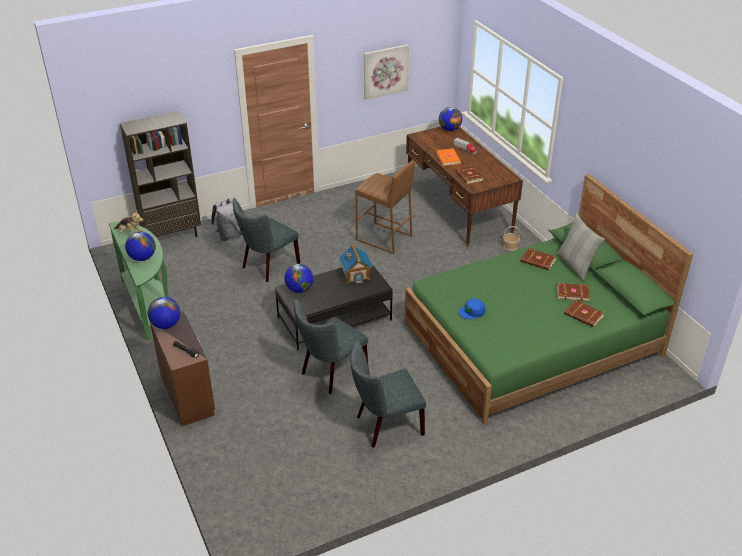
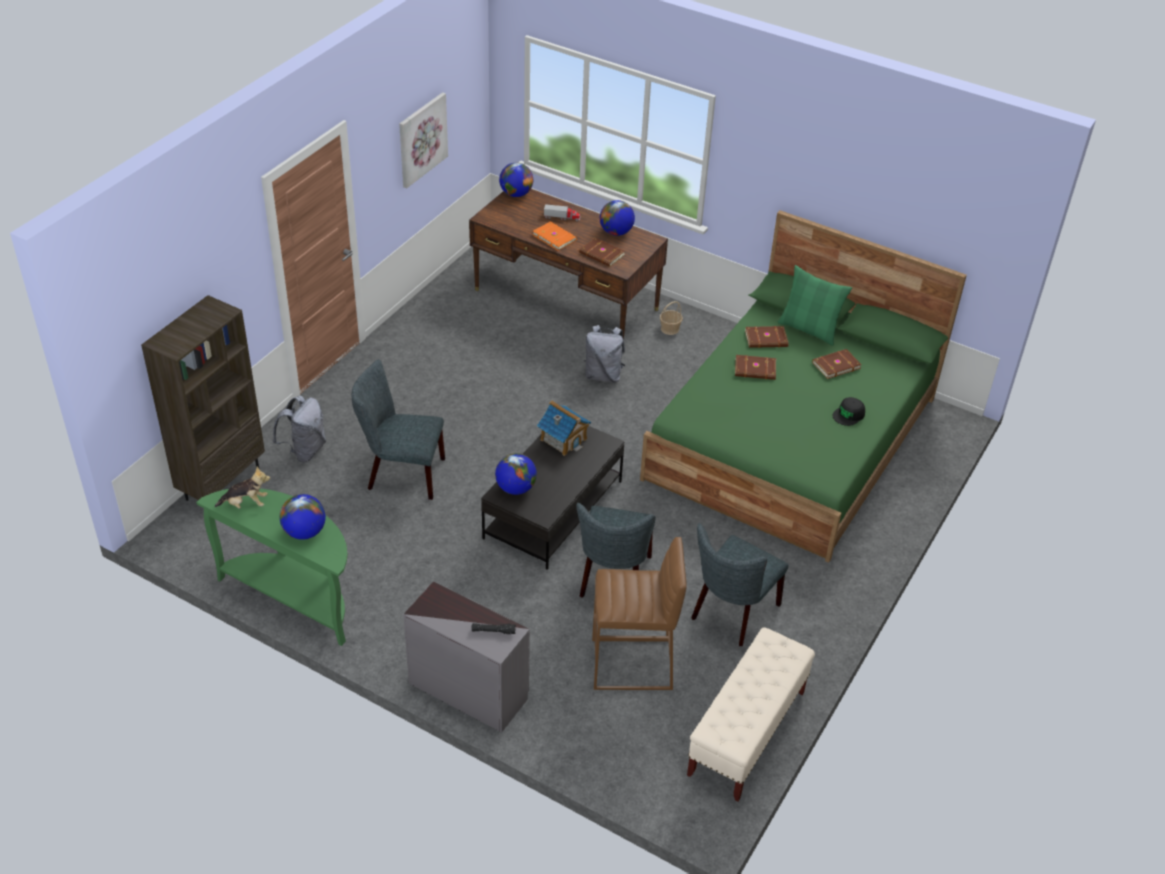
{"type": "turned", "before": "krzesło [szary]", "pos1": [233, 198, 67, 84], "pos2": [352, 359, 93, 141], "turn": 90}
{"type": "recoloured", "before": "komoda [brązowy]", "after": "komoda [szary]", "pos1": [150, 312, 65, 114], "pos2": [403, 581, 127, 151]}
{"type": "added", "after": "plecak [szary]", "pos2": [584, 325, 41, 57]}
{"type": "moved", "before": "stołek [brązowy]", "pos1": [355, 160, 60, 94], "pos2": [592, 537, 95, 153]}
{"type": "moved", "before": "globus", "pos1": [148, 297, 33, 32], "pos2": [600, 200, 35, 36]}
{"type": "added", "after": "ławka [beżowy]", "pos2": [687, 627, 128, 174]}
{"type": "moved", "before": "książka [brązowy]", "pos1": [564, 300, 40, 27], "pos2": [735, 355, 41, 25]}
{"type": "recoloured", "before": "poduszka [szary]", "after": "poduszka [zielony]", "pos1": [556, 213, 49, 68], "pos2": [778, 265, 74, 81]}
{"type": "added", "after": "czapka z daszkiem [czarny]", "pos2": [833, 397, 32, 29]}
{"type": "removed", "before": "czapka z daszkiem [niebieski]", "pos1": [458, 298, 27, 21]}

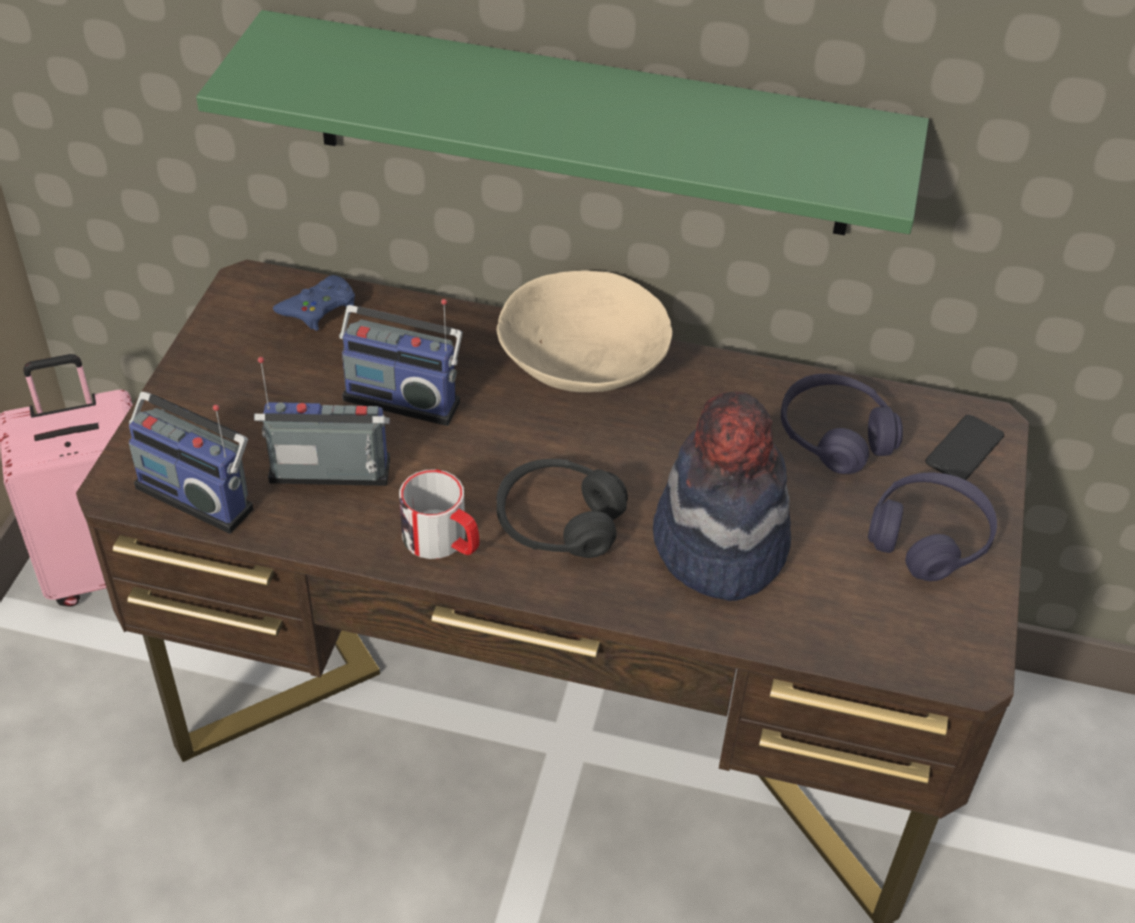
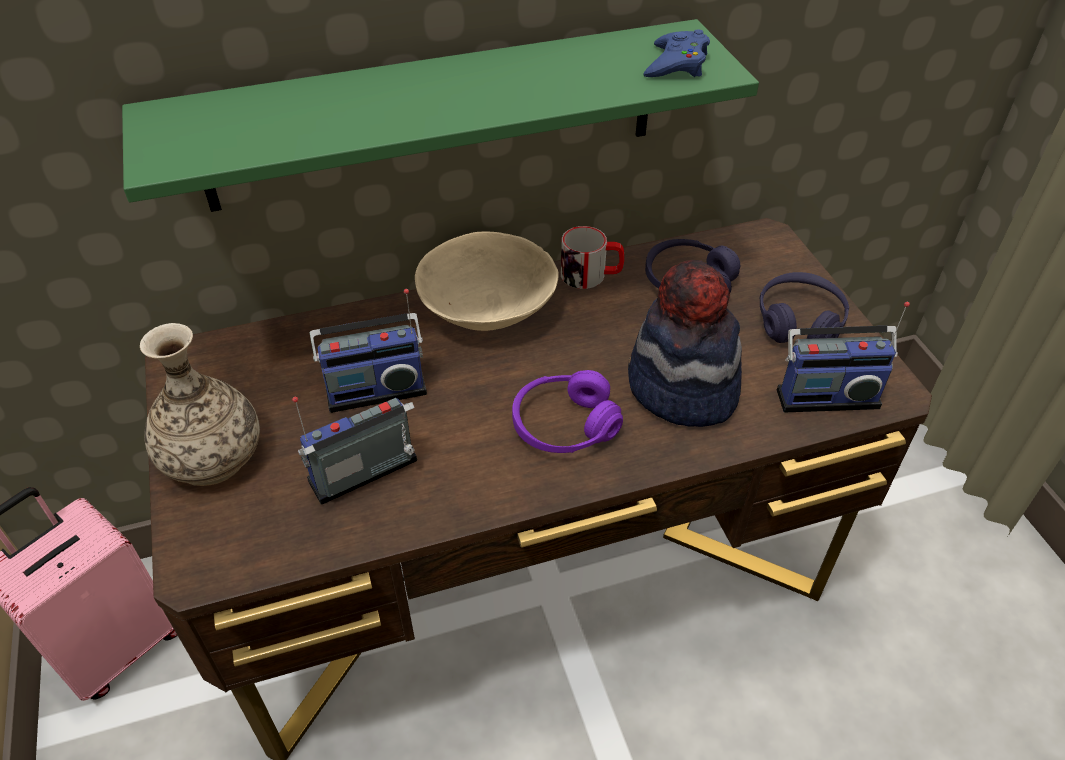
{"type": "added", "after": "wazon", "pos2": [140, 323, 120, 163]}
{"type": "recoloured", "before": "słuchawki [czarny]", "after": "słuchawki [fioletowy]", "pos1": [496, 459, 132, 99], "pos2": [512, 370, 111, 83]}
{"type": "moved", "before": "kubek", "pos1": [399, 469, 80, 90], "pos2": [561, 226, 63, 63]}
{"type": "moved", "before": "pad do gier [niebieski]", "pos1": [273, 275, 82, 56], "pos2": [643, 29, 67, 48]}
{"type": "moved", "before": "radio", "pos1": [128, 392, 126, 142], "pos2": [777, 302, 133, 111]}
{"type": "removed", "before": "telefon", "pos1": [925, 415, 79, 65]}

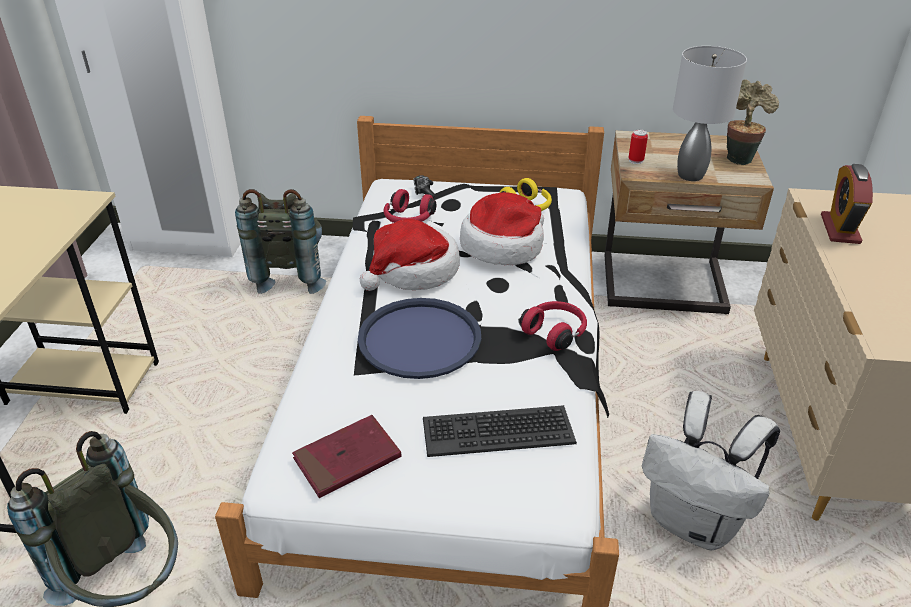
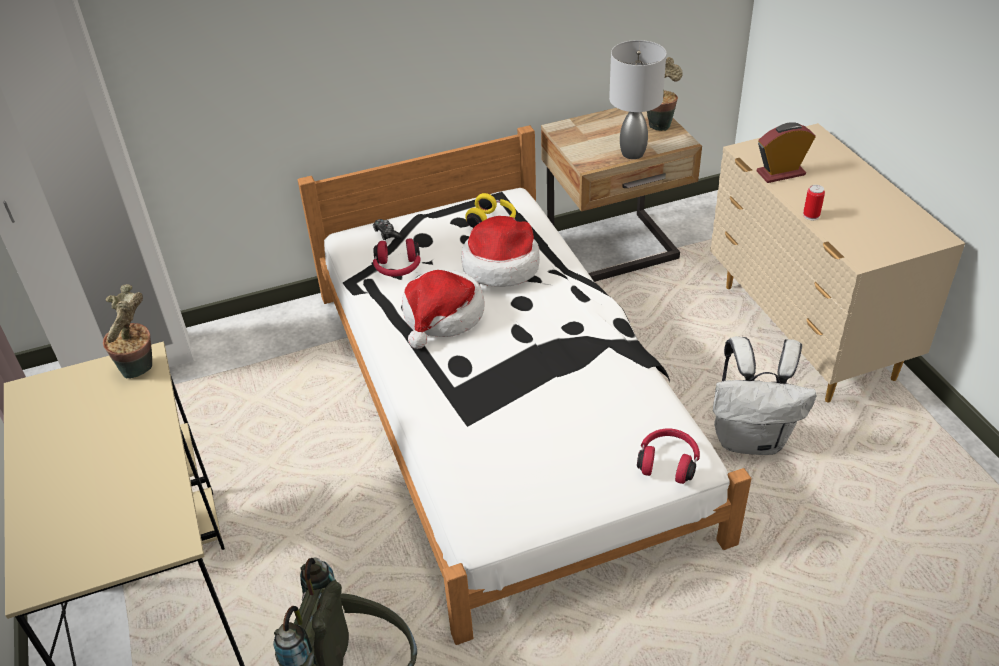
{"type": "added", "after": "roślina doniczkowa", "pos2": [103, 284, 49, 95]}
{"type": "moved", "before": "słuchawki [czerwony]", "pos1": [520, 301, 67, 50], "pos2": [637, 428, 63, 56]}
{"type": "turned", "before": "budzik", "pos1": [821, 164, 52, 80], "pos2": [757, 122, 59, 61], "turn": 90}
{"type": "moved", "before": "puszka", "pos1": [628, 129, 20, 35], "pos2": [803, 185, 22, 35]}
{"type": "removed", "before": "plecak [szary]", "pos1": [235, 189, 91, 105]}
{"type": "removed", "before": "książka [czerwony]", "pos1": [292, 415, 110, 83]}
{"type": "removed", "before": "taca [niebieski]", "pos1": [358, 298, 123, 81]}
{"type": "removed", "before": "klawiatura", "pos1": [423, 405, 154, 52]}

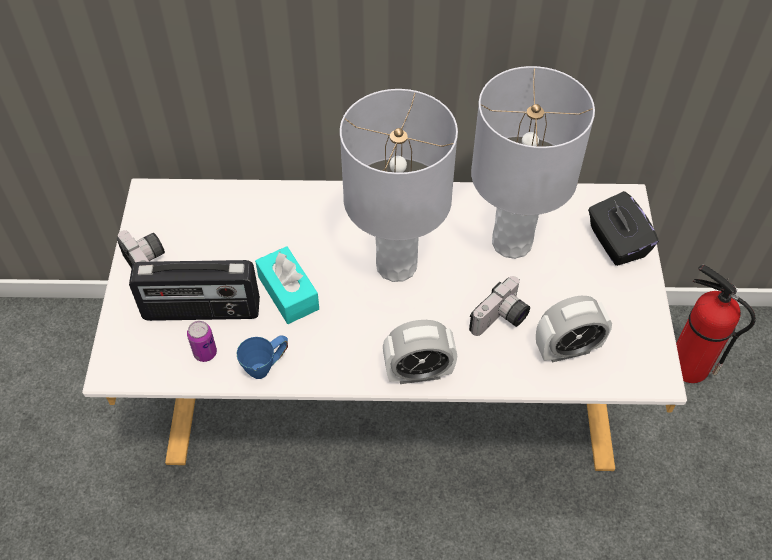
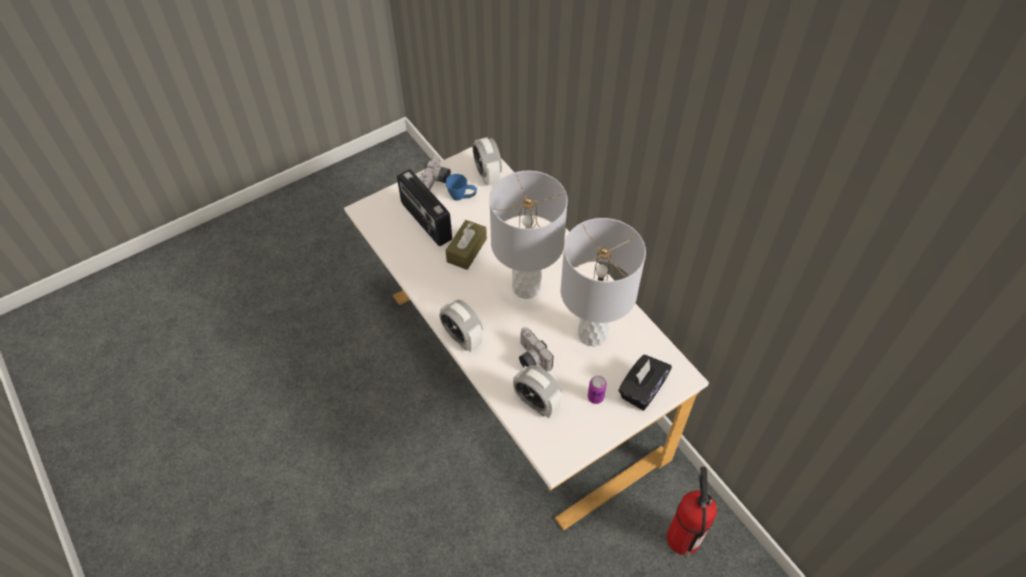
{"type": "moved", "before": "kubek [niebieski]", "pos1": [237, 335, 51, 44], "pos2": [445, 174, 32, 27]}
{"type": "recoloured", "before": "pudełko chusteczek [turkusowy]", "after": "pudełko chusteczek [brązowy]", "pos1": [255, 246, 64, 78], "pos2": [446, 220, 41, 50]}
{"type": "added", "after": "budzik", "pos2": [472, 137, 30, 49]}
{"type": "turned", "before": "aparat fotograficzny", "pos1": [469, 276, 61, 60], "pos2": [519, 327, 35, 45], "turn": 45}
{"type": "moved", "before": "puszka", "pos1": [187, 321, 30, 41], "pos2": [588, 376, 19, 28]}

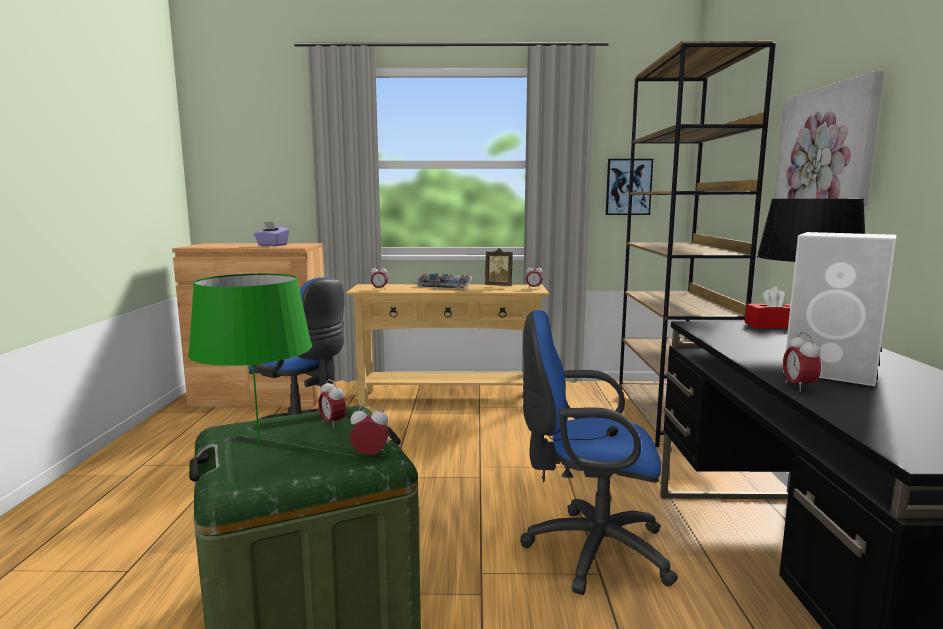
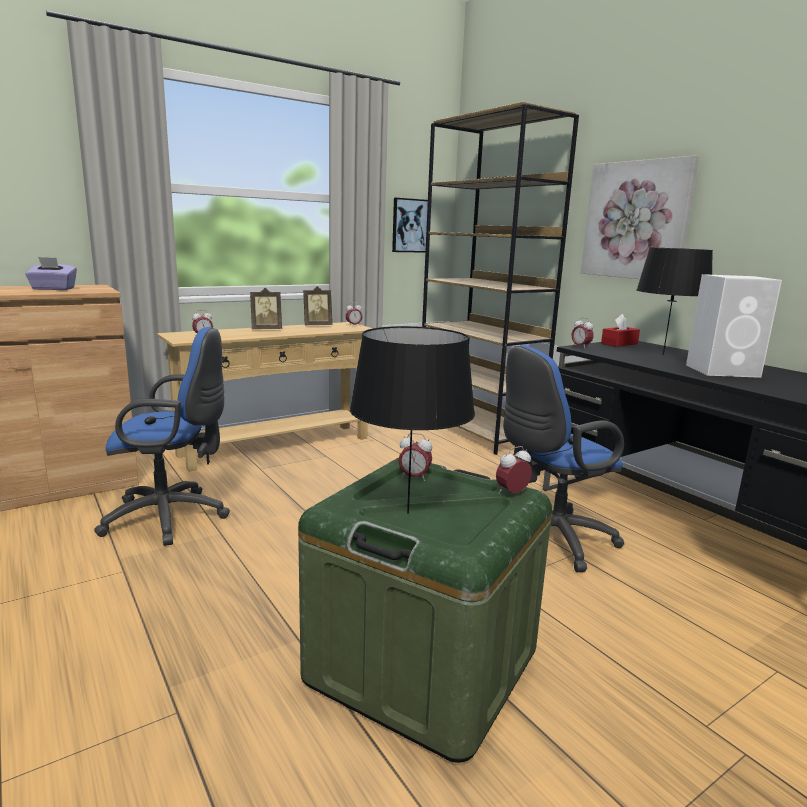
{"type": "replaced", "before": "klawiatura", "after": "ramka na zdjęcie", "pos1": [415, 273, 58, 16], "pos2": [250, 288, 32, 41]}
{"type": "recoloured", "before": "lampa stołowa [zielony]", "after": "lampa stołowa [czarny]", "pos1": [188, 273, 124, 175], "pos2": [350, 326, 125, 187]}
{"type": "moved", "before": "budzik", "pos1": [783, 332, 38, 60], "pos2": [572, 317, 22, 32]}

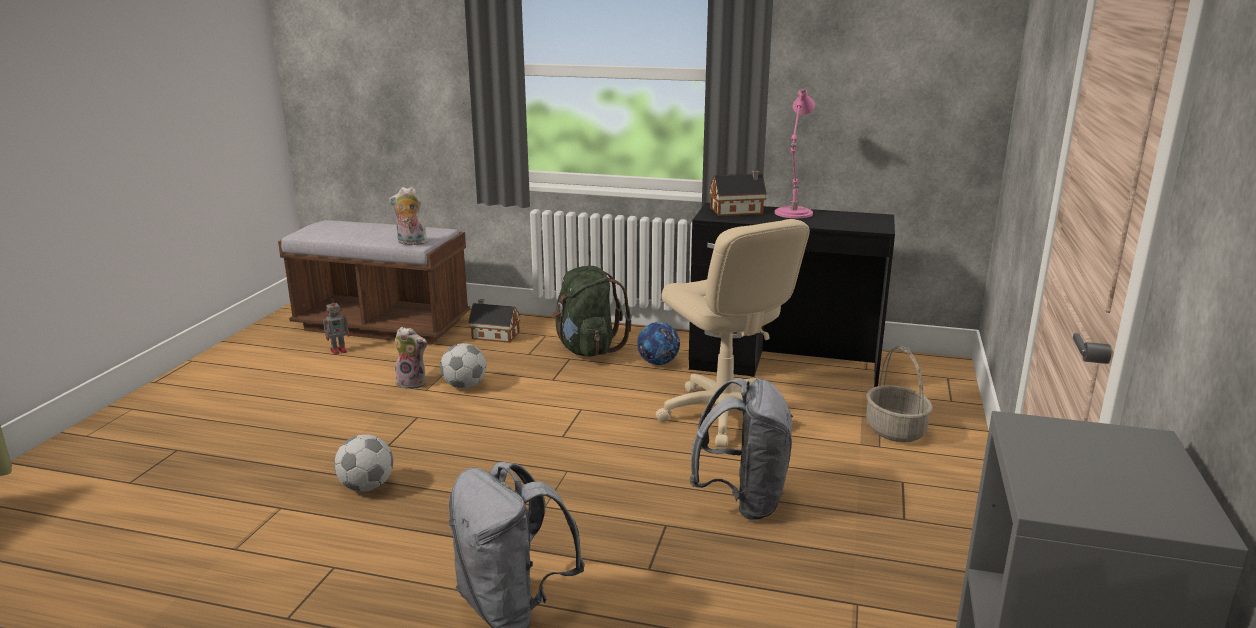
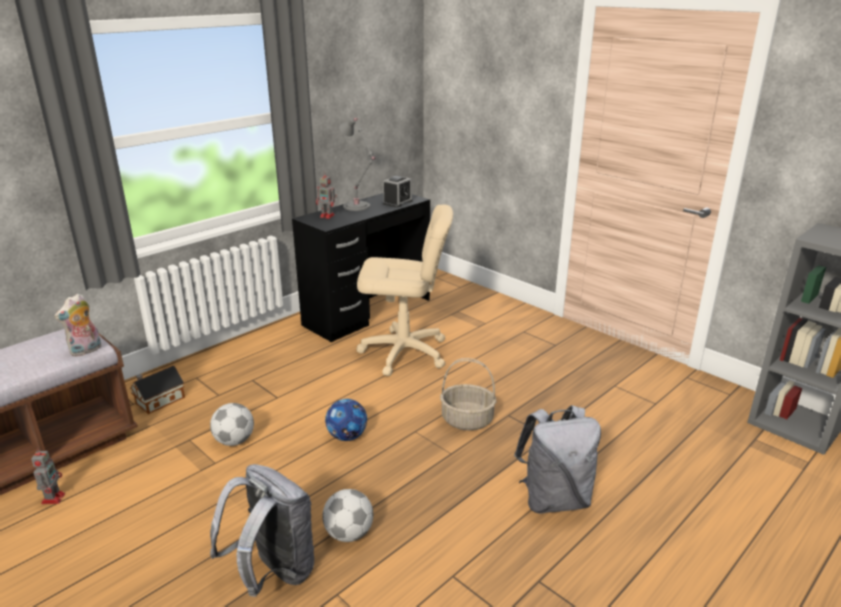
{"type": "moved", "before": "plecak [szary]", "pos1": [689, 378, 104, 142], "pos2": [210, 464, 104, 133]}
{"type": "replaced", "before": "domek", "after": "robot zabawkowy", "pos1": [709, 170, 58, 46], "pos2": [316, 171, 21, 48]}
{"type": "moved", "before": "piłka futbolowa", "pos1": [637, 322, 43, 43], "pos2": [325, 399, 42, 42]}
{"type": "recoloured", "before": "lampa stołowa [różowy]", "after": "lampa stołowa [szary]", "pos1": [775, 88, 40, 130], "pos2": [339, 118, 36, 93]}
{"type": "added", "after": "budzik", "pos2": [383, 176, 30, 32]}
{"type": "moved", "before": "koszyk", "pos1": [866, 346, 67, 96], "pos2": [440, 358, 56, 72]}
{"type": "removed", "before": "pluszak", "pos1": [395, 327, 32, 62]}
{"type": "removed", "before": "plecak [zielony]", "pos1": [551, 266, 81, 91]}

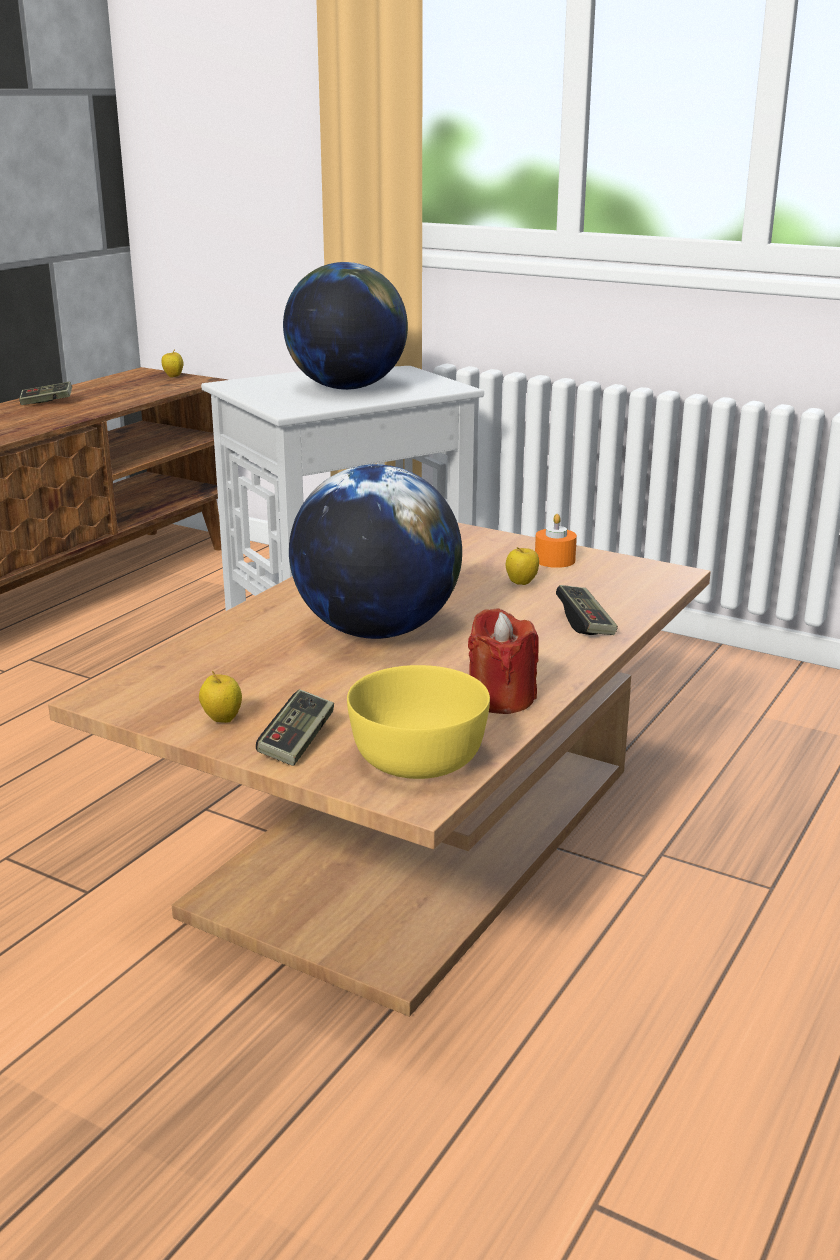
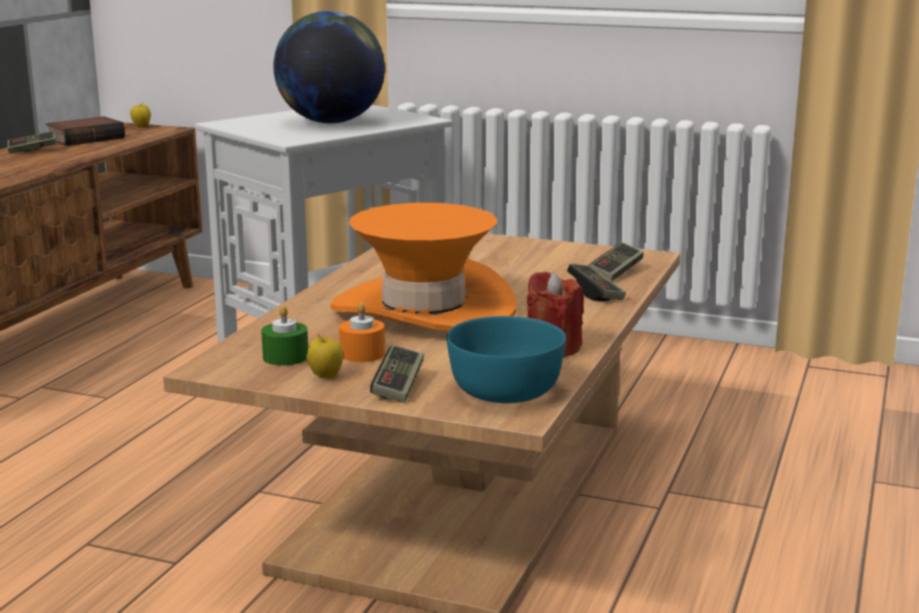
{"type": "added", "after": "książka", "pos2": [46, 116, 79, 30]}
{"type": "added", "after": "świeca [zielony]", "pos2": [261, 306, 47, 60]}
{"type": "replaced", "before": "globus", "after": "kapelusz [pomarańczowy]", "pos1": [289, 464, 173, 175], "pos2": [330, 203, 186, 128]}
{"type": "moved", "before": "świeca [pomarańczowy]", "pos1": [535, 514, 42, 54], "pos2": [339, 303, 46, 59]}
{"type": "recoloured", "before": "miska [żółty]", "after": "miska [turkusowy]", "pos1": [347, 665, 143, 114], "pos2": [447, 316, 119, 87]}
{"type": "added", "after": "pad do gier", "pos2": [589, 242, 55, 39]}
{"type": "removed", "before": "jabłko", "pos1": [506, 547, 33, 38]}

